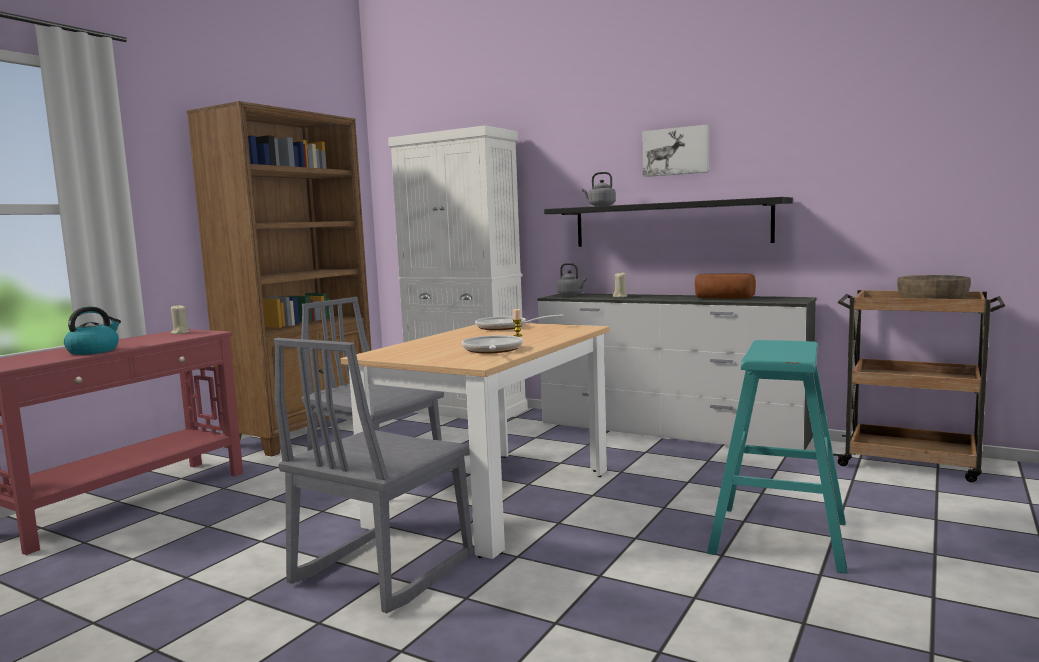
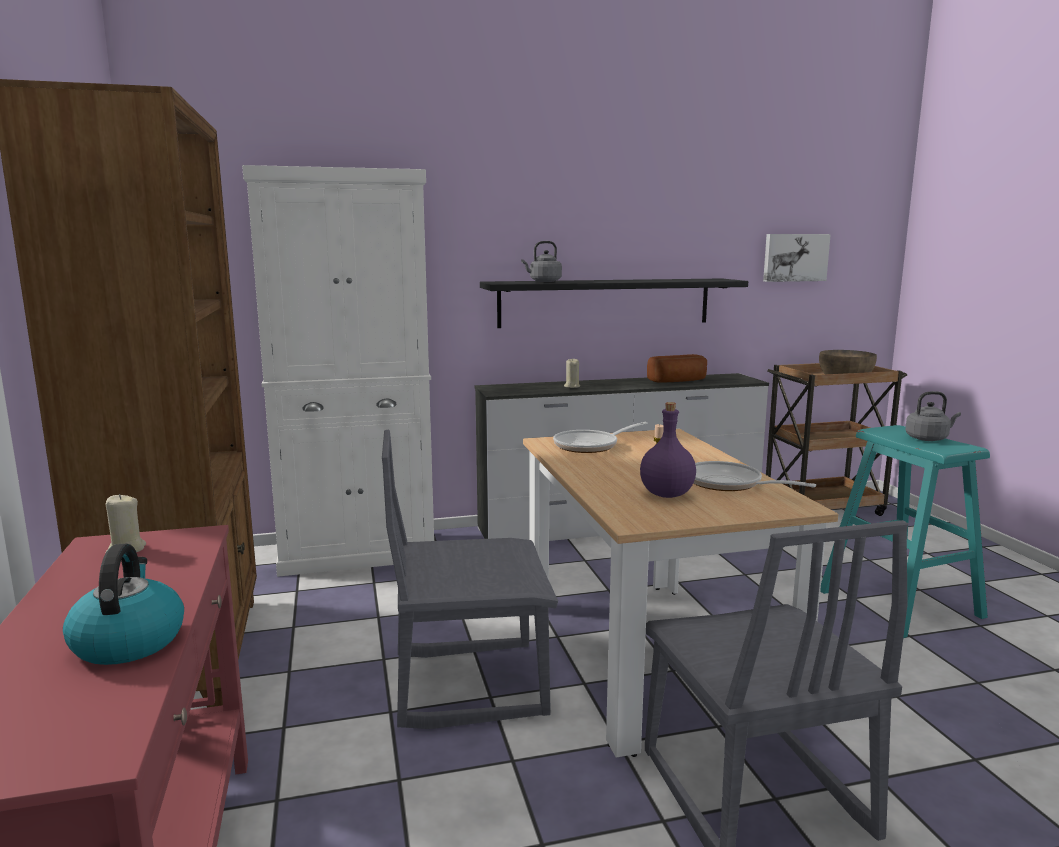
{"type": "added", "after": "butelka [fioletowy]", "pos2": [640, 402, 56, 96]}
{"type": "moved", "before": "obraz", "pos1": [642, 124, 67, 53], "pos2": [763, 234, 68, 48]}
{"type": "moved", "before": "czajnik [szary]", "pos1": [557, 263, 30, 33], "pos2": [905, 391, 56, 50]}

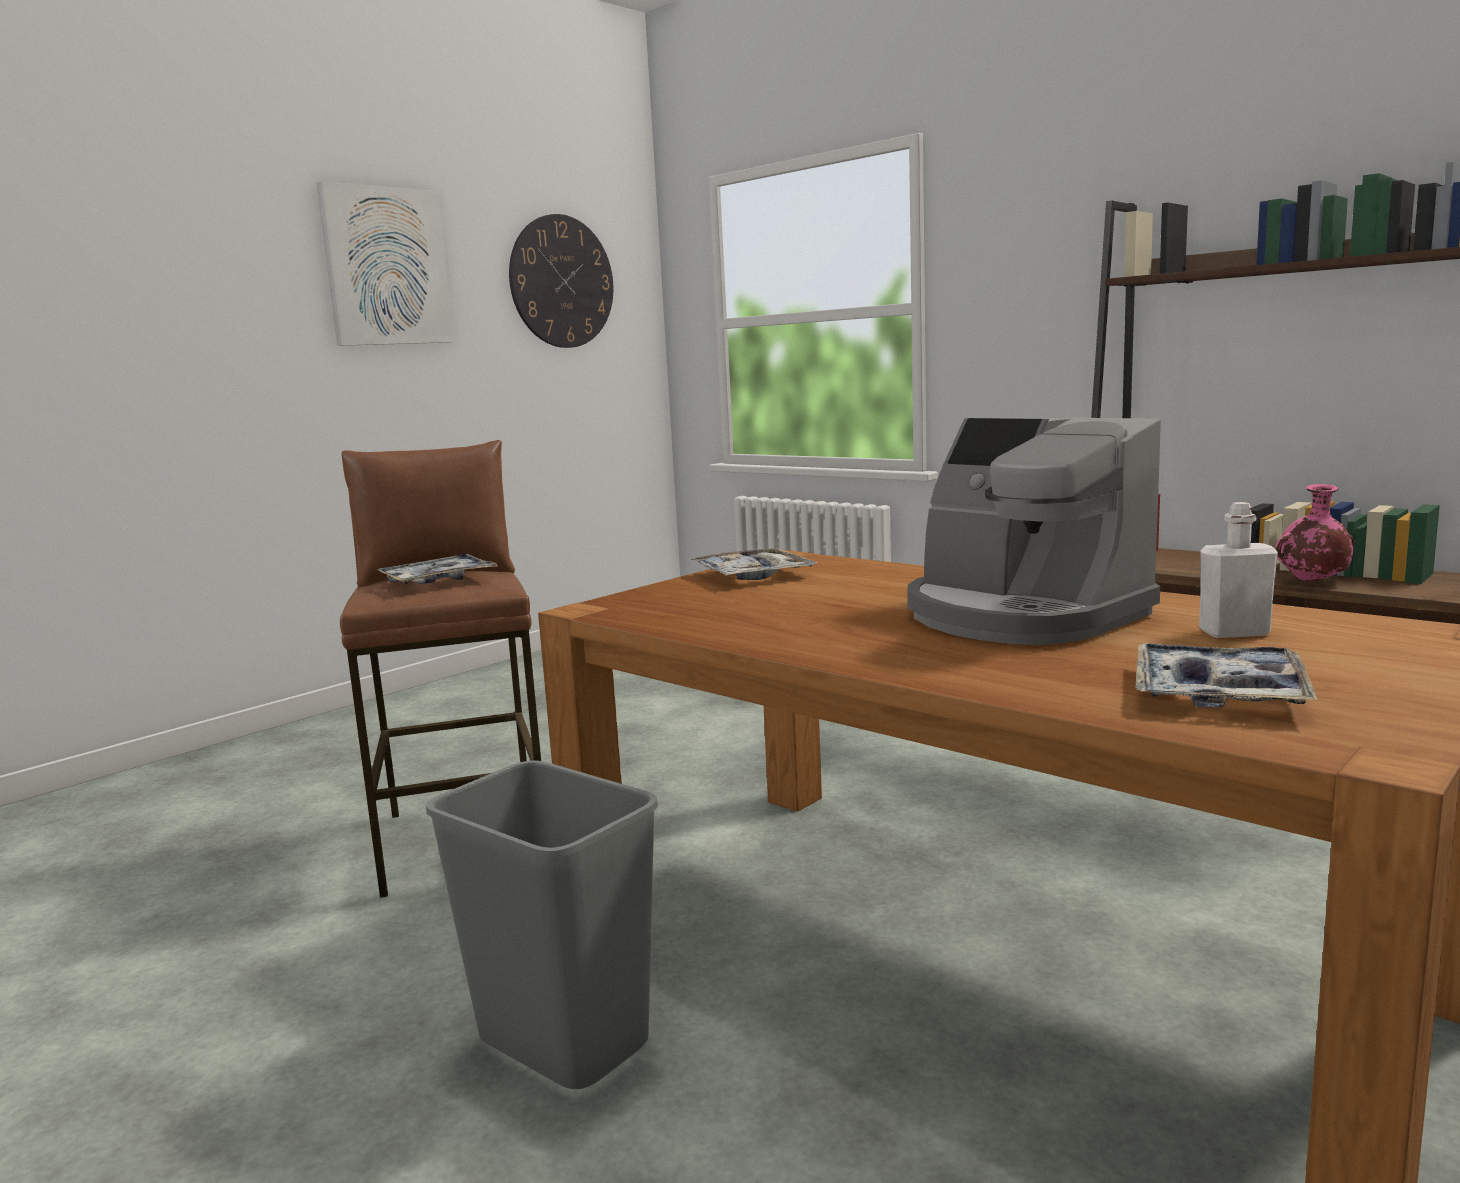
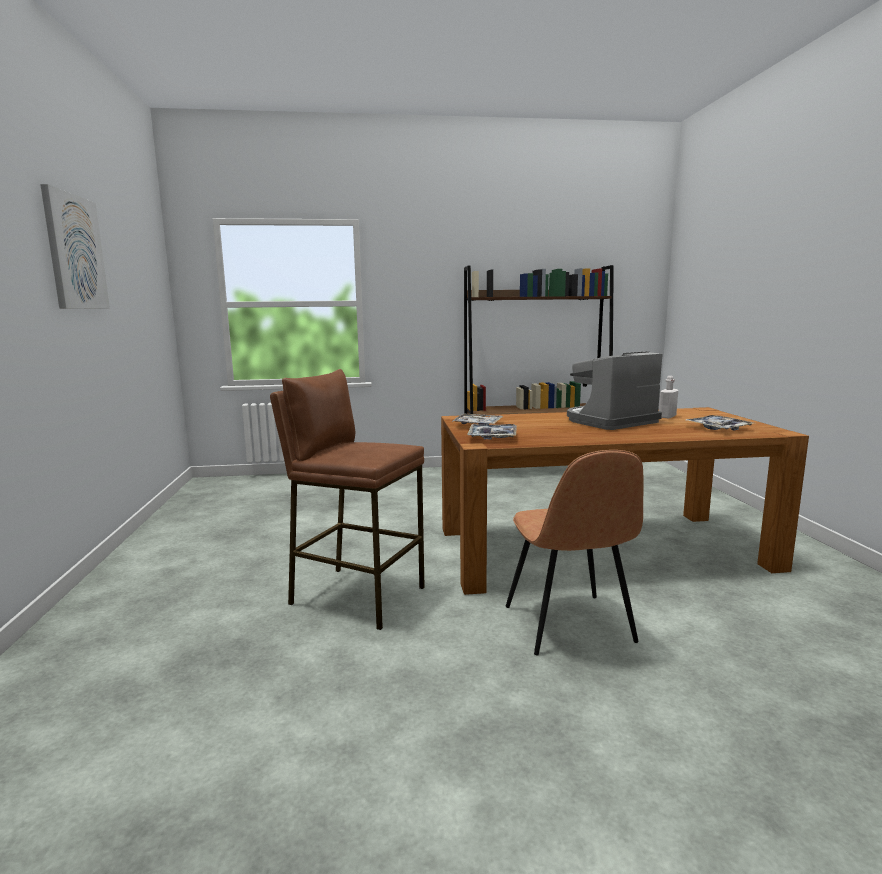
{"type": "moved", "before": "taca", "pos1": [377, 554, 120, 30], "pos2": [467, 424, 50, 16]}
{"type": "replaced", "before": "kosz na śmieci [szary]", "after": "krzesło [brązowy]", "pos1": [426, 760, 232, 329], "pos2": [506, 450, 138, 206]}
{"type": "turned", "before": "ekspres do kawy", "pos1": [907, 418, 254, 227], "pos2": [567, 351, 96, 79], "turn": 150}
{"type": "removed", "before": "zegar ścienny", "pos1": [509, 214, 104, 134]}
{"type": "removed", "before": "wazon [różowy]", "pos1": [1275, 484, 80, 98]}

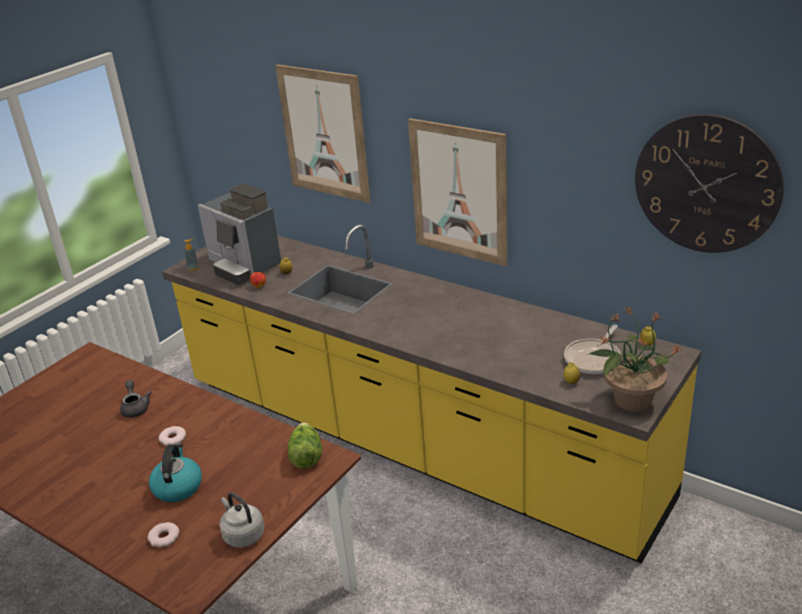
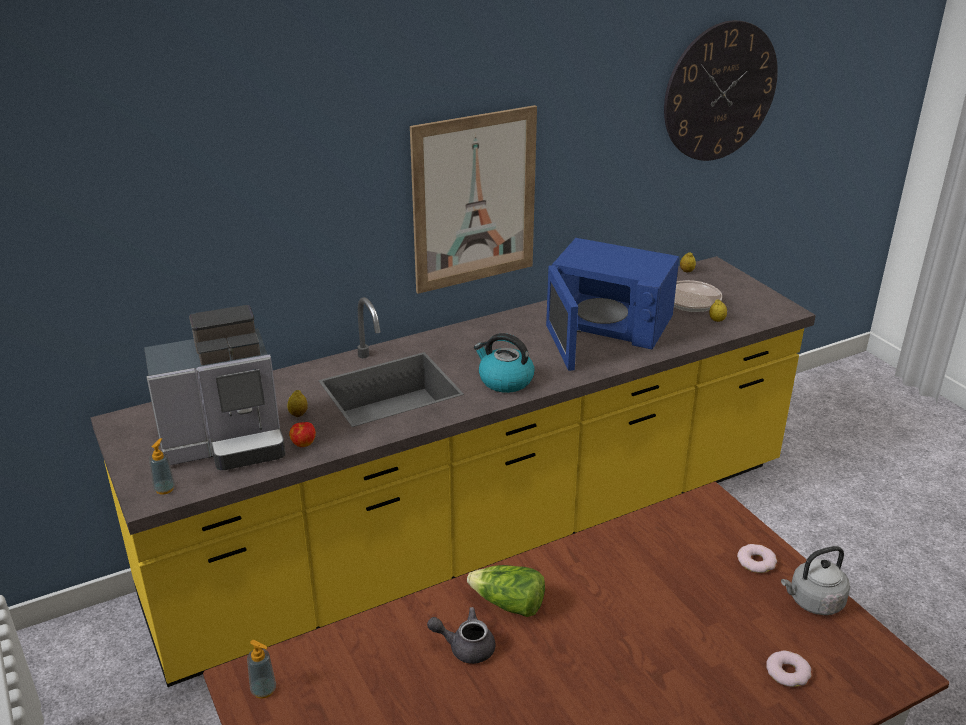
{"type": "added", "after": "dozownik mydła", "pos2": [247, 640, 29, 59]}
{"type": "moved", "before": "sałata", "pos1": [288, 422, 35, 46], "pos2": [467, 565, 78, 52]}
{"type": "moved", "before": "czajnik", "pos1": [149, 443, 53, 59], "pos2": [474, 333, 60, 60]}
{"type": "added", "after": "mikrofalówka [niebieski]", "pos2": [546, 238, 133, 133]}
{"type": "moved", "before": "donut", "pos1": [159, 426, 27, 20], "pos2": [737, 544, 40, 29]}
{"type": "removed", "before": "obraz", "pos1": [275, 64, 95, 139]}
{"type": "removed", "before": "roślina doniczkowa", "pos1": [589, 306, 94, 106]}

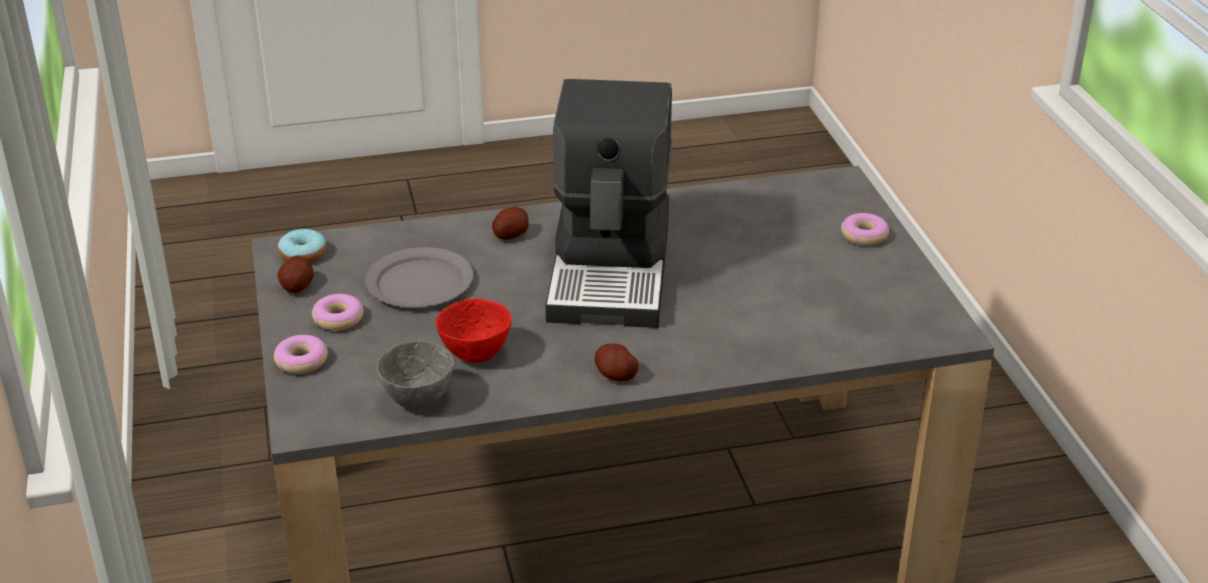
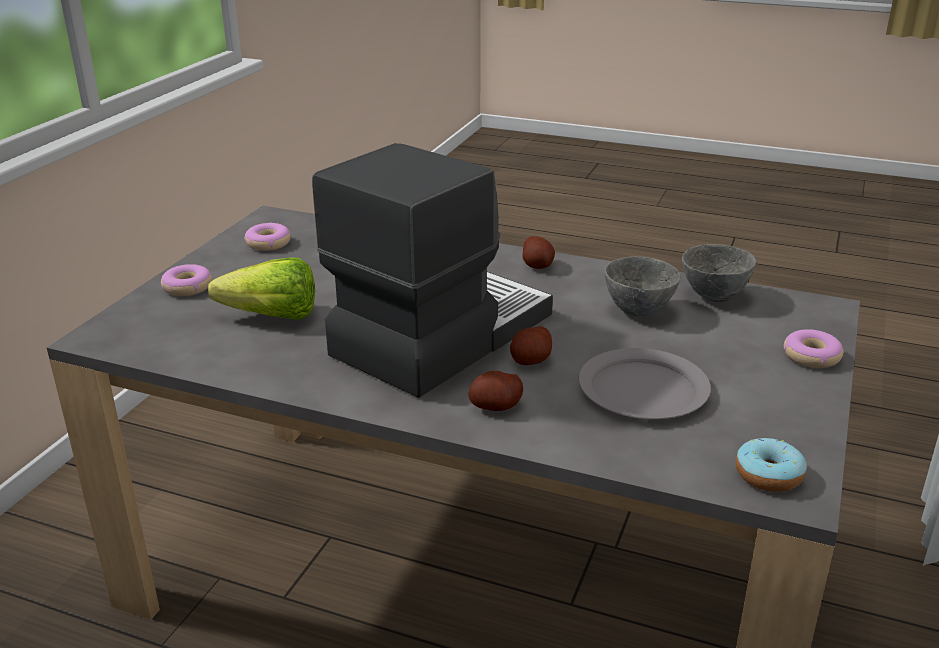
{"type": "added", "after": "sałata", "pos2": [208, 257, 107, 63]}
{"type": "moved", "before": "donut", "pos1": [312, 294, 52, 37], "pos2": [245, 223, 46, 28]}
{"type": "moved", "before": "ziemniak", "pos1": [277, 256, 37, 37], "pos2": [510, 326, 42, 39]}
{"type": "recoloured", "before": "miska [czerwony]", "after": "miska [szary]", "pos1": [436, 299, 76, 64], "pos2": [605, 256, 75, 60]}

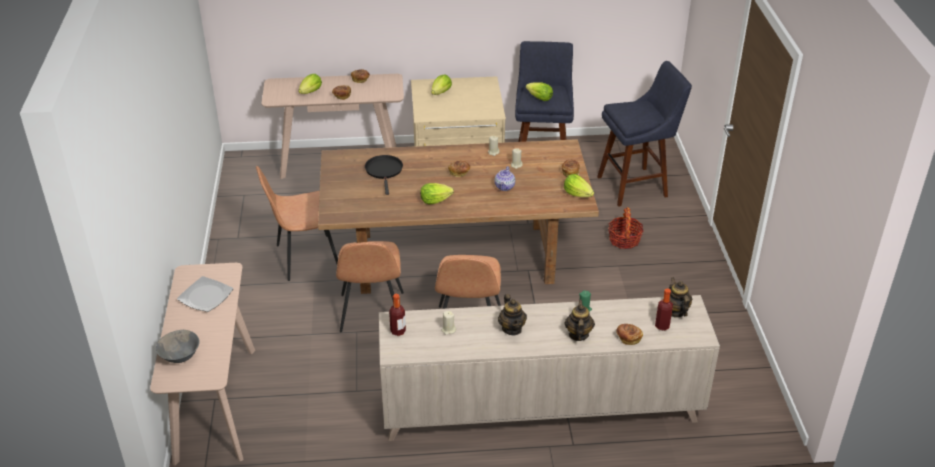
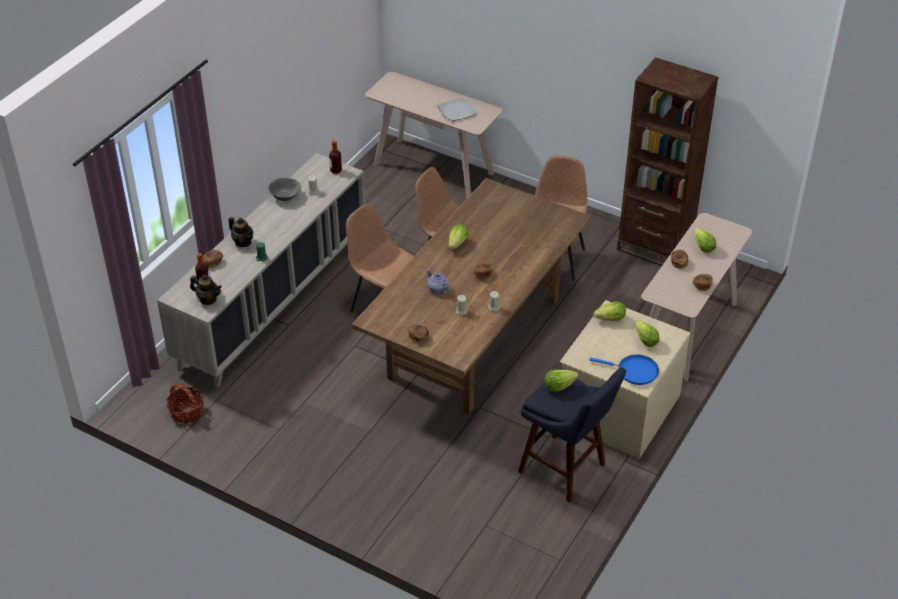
{"type": "moved", "before": "koszyk", "pos1": [608, 207, 35, 42], "pos2": [166, 382, 38, 42]}
{"type": "moved", "before": "miska [szary]", "pos1": [156, 330, 44, 33], "pos2": [268, 178, 33, 23]}
{"type": "added", "after": "patelnia [niebieski]", "pos2": [590, 354, 69, 31]}
{"type": "moved", "before": "sałata", "pos1": [564, 174, 30, 23], "pos2": [593, 301, 33, 20]}
{"type": "added", "after": "regał [brązowy]", "pos2": [617, 57, 101, 209]}
{"type": "removed", "before": "patelnia [czarny]", "pos1": [365, 155, 38, 40]}
{"type": "removed", "before": "imbryk", "pos1": [498, 294, 29, 42]}
{"type": "removed", "before": "stołek [niebieski]", "pos1": [597, 61, 95, 146]}

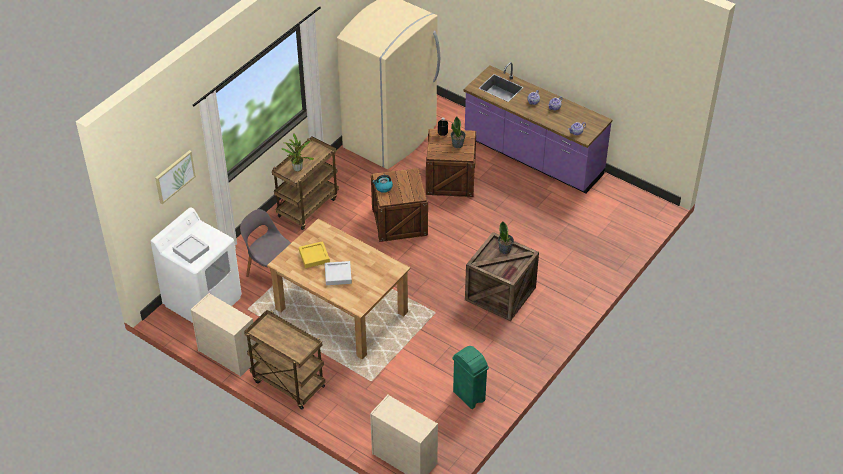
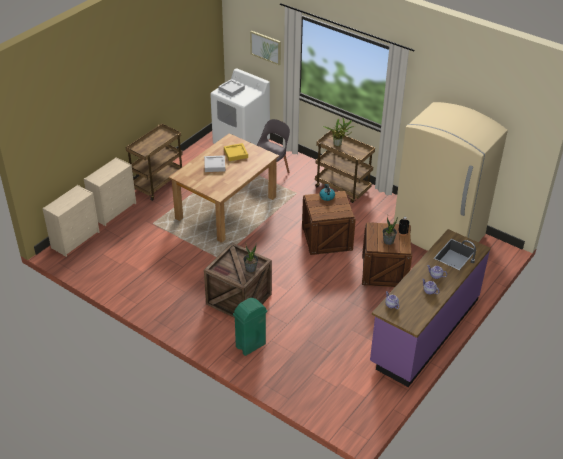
{"type": "moved", "before": "komoda [beżowy]", "pos1": [190, 293, 67, 84], "pos2": [84, 157, 52, 69]}
{"type": "moved", "before": "kosz na śmieci [zielony]", "pos1": [452, 346, 37, 63], "pos2": [233, 298, 34, 58]}

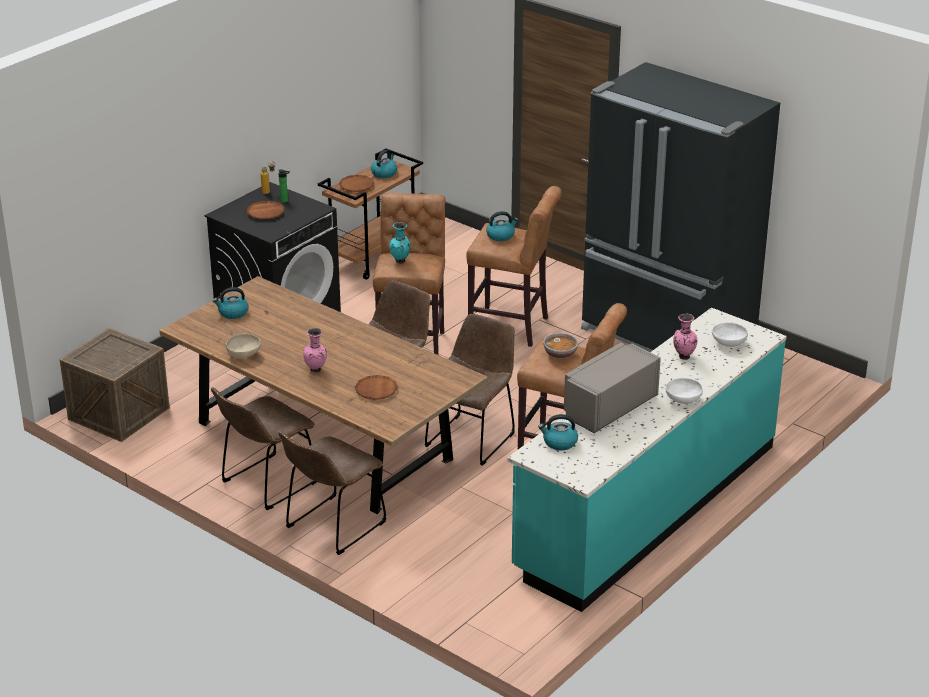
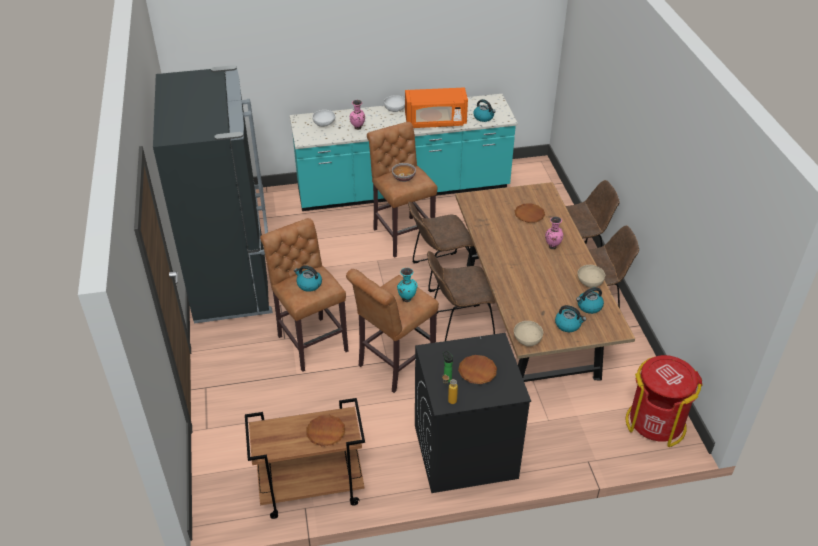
{"type": "recoloured", "before": "mikrofalówka [szary]", "after": "mikrofalówka [pomarańczowy]", "pos1": [564, 343, 97, 90], "pos2": [405, 87, 63, 41]}
{"type": "added", "after": "miska [beżowy]", "pos2": [514, 321, 29, 25]}
{"type": "moved", "before": "czajnik", "pos1": [371, 150, 26, 28], "pos2": [576, 287, 28, 27]}
{"type": "replaced", "before": "skrzynka", "after": "kosz na śmieci [czerwony]", "pos1": [60, 328, 110, 114], "pos2": [626, 355, 77, 92]}

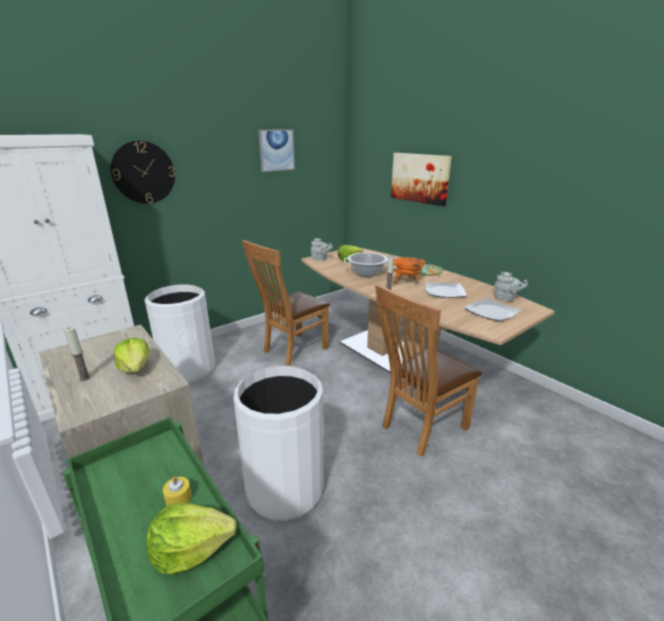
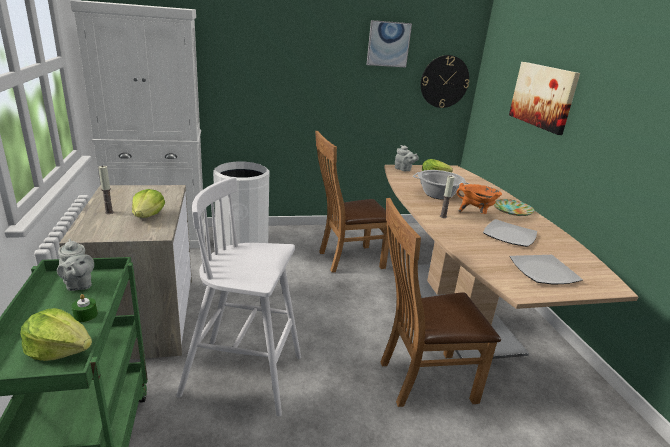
{"type": "moved", "before": "imbryk [szary]", "pos1": [494, 272, 34, 29], "pos2": [57, 239, 37, 52]}
{"type": "recoloured", "before": "świeca [żółty]", "after": "świeca [zielony]", "pos1": [163, 476, 29, 30], "pos2": [72, 294, 26, 28]}
{"type": "replaced", "before": "kosz na śmieci [biały]", "after": "stołek [biały]", "pos1": [233, 366, 91, 155], "pos2": [176, 177, 125, 239]}
{"type": "moved", "before": "zegar ścienny", "pos1": [110, 141, 65, 63], "pos2": [421, 55, 48, 53]}

